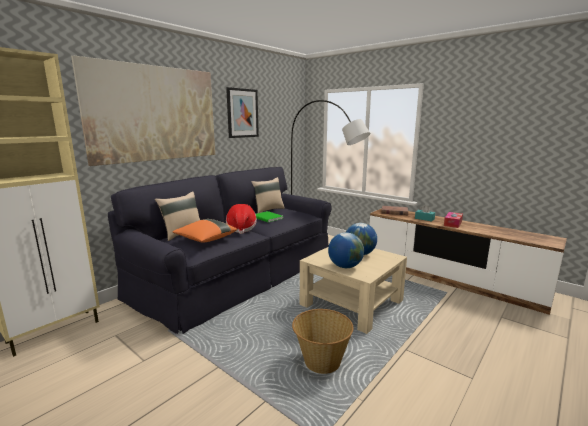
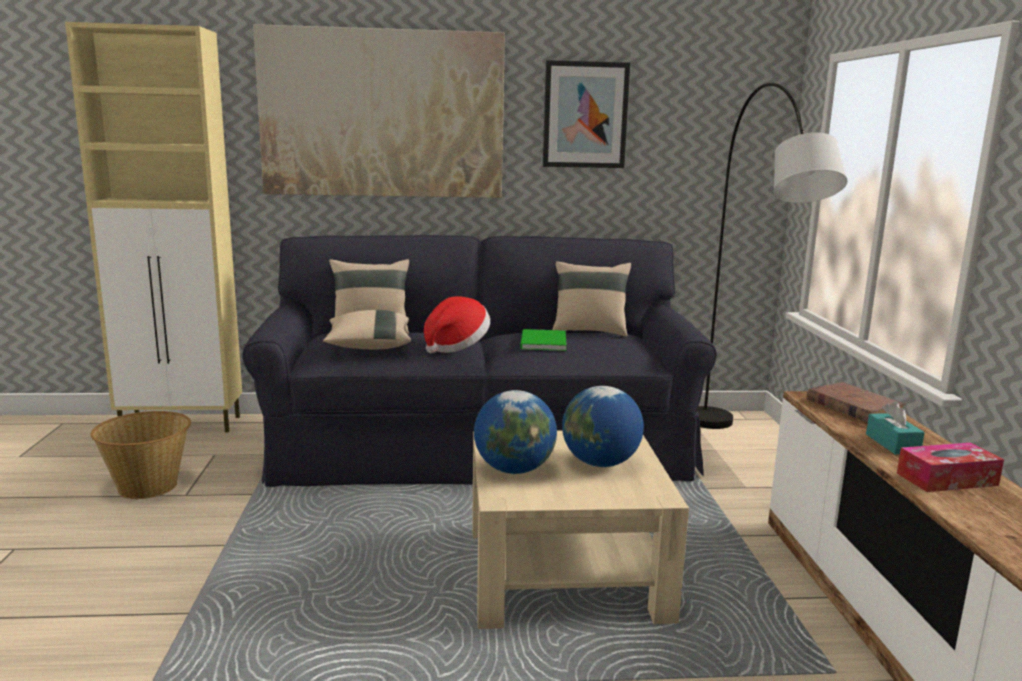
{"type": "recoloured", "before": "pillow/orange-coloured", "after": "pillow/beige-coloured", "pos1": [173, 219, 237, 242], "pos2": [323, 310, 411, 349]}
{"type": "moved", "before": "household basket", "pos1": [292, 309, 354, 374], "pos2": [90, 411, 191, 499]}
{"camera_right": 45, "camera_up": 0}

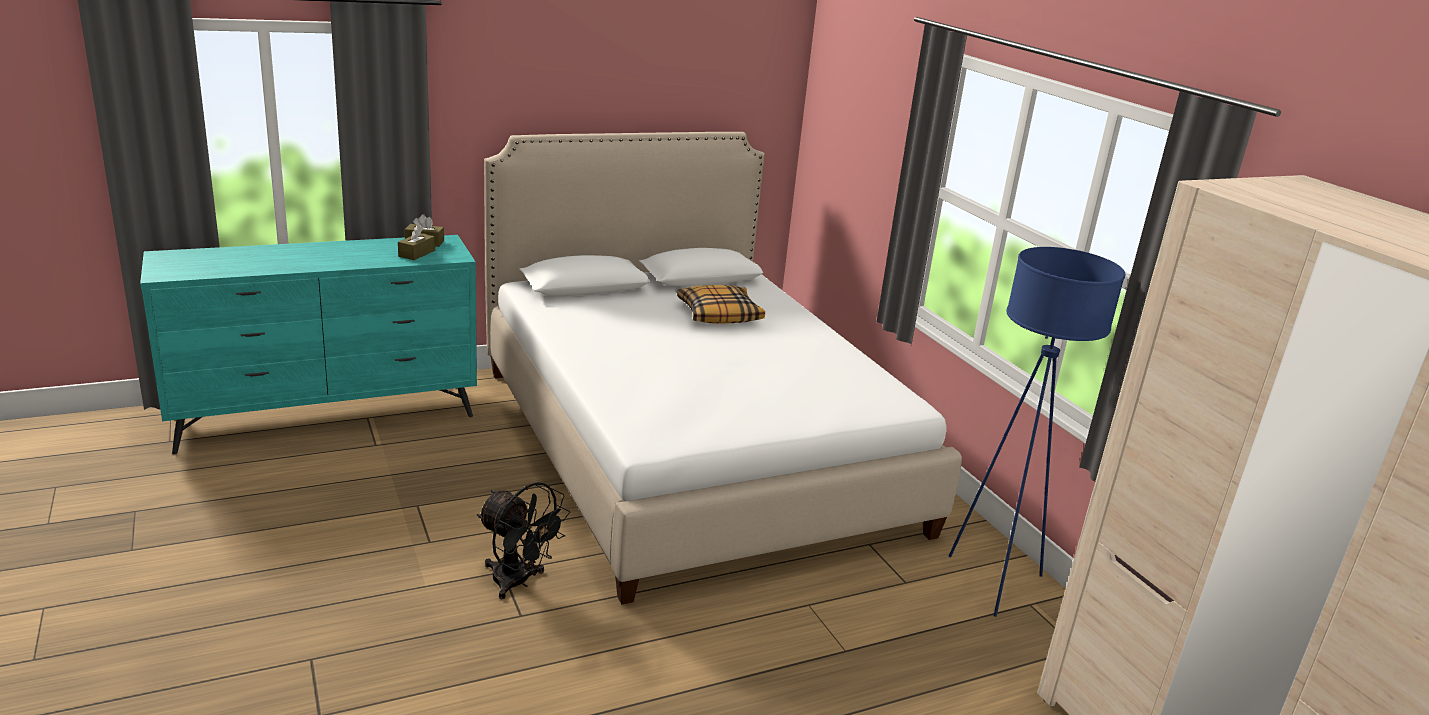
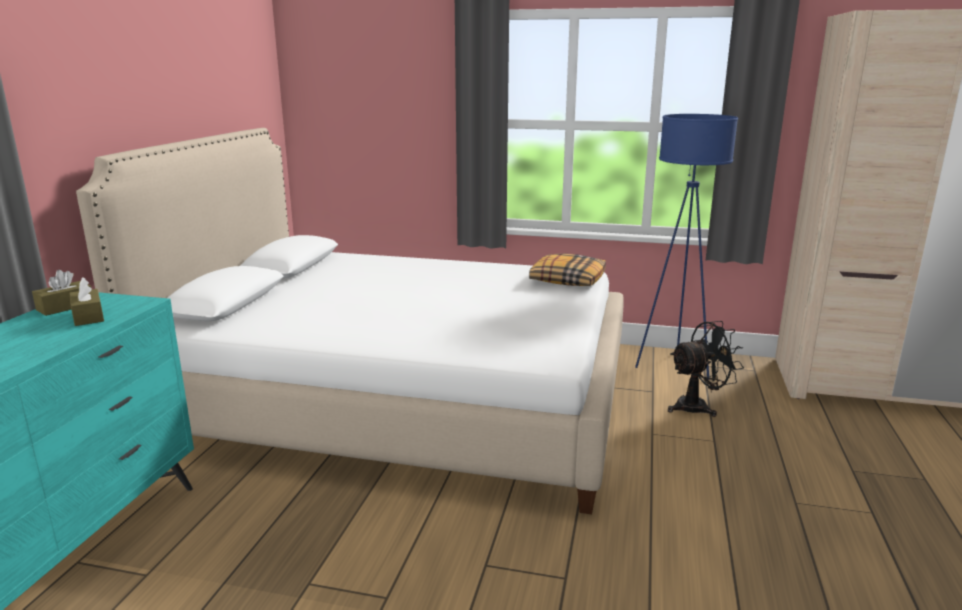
{"type": "moved", "before": "electric fan/blackish", "pos1": [477, 482, 570, 599], "pos2": [668, 321, 744, 417]}
{"type": "moved", "before": "pillow", "pos1": [677, 285, 765, 324], "pos2": [529, 253, 606, 286]}
{"camera_right": -50, "camera_up": -5}

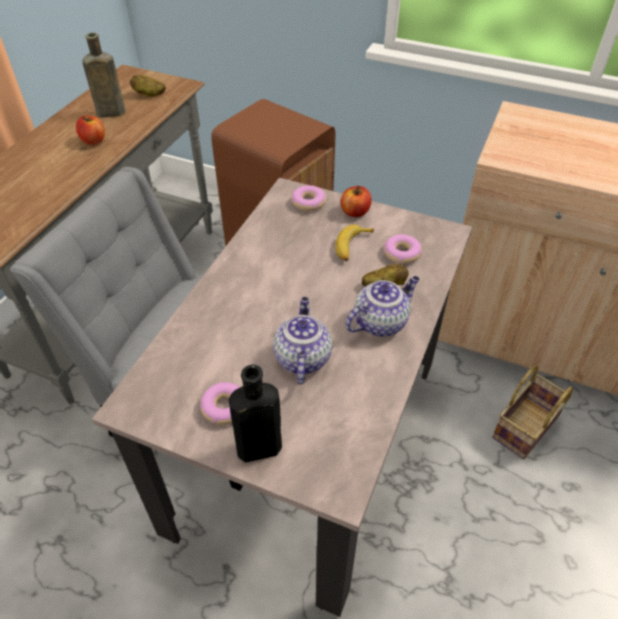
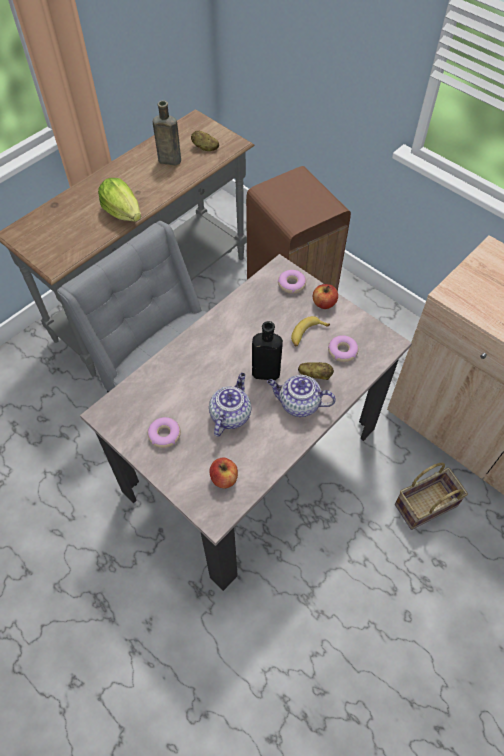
{"type": "moved", "before": "apple", "pos1": [76, 115, 105, 145], "pos2": [209, 458, 238, 489]}
{"type": "moved", "before": "beverage bottle/blackish", "pos1": [229, 365, 282, 463], "pos2": [252, 321, 283, 380]}
{"type": "turned", "before": "teapot", "pos1": [345, 276, 420, 337], "pos2": [267, 375, 336, 417], "turn": -150}
{"type": "added", "after": "head of lettuce", "pos2": [98, 178, 141, 221]}
{"camera_right": 20, "camera_up": 10}

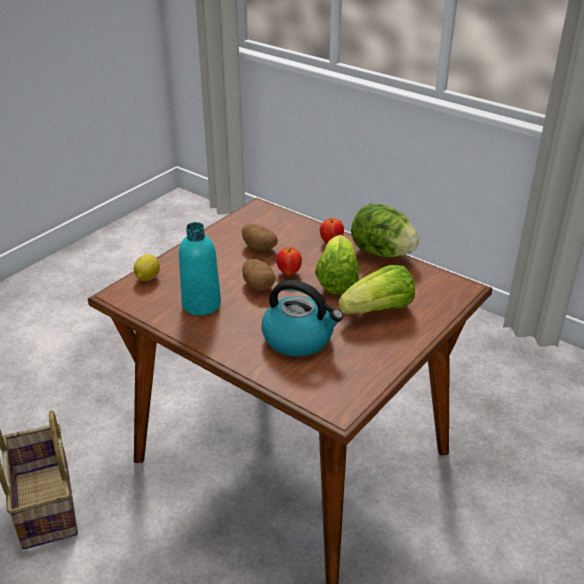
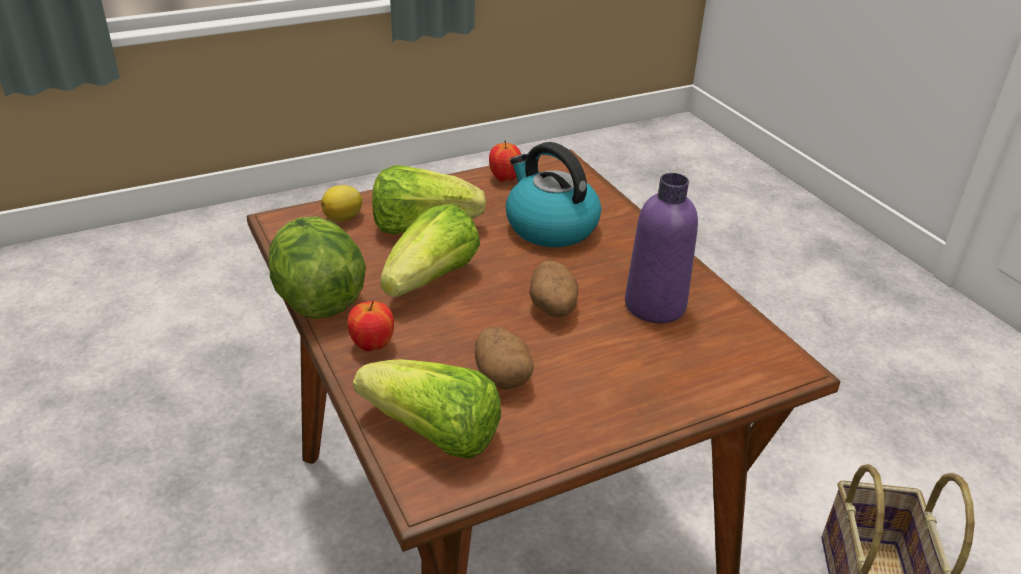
{"type": "moved", "before": "lemon", "pos1": [134, 254, 160, 281], "pos2": [321, 185, 363, 222]}
{"type": "recoloured", "before": "beverage bottle/turquoise", "after": "beverage bottle/purplish", "pos1": [179, 222, 221, 315], "pos2": [625, 173, 698, 323]}
{"type": "moved", "before": "apple", "pos1": [276, 247, 302, 276], "pos2": [489, 141, 521, 182]}
{"type": "added", "after": "head of lettuce", "pos2": [353, 359, 501, 459]}
{"camera_right": -155, "camera_up": 0}

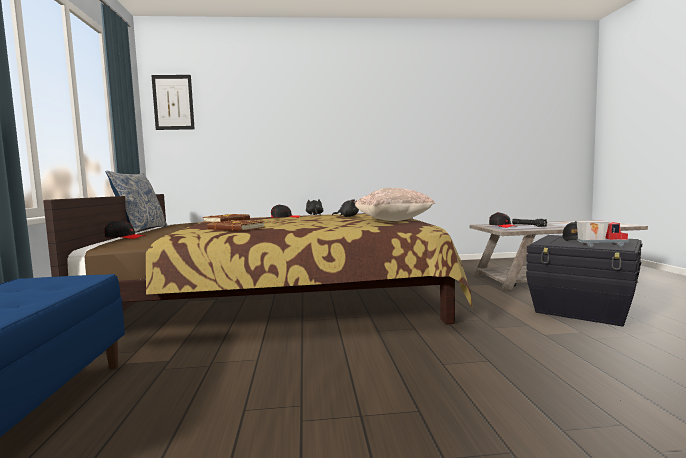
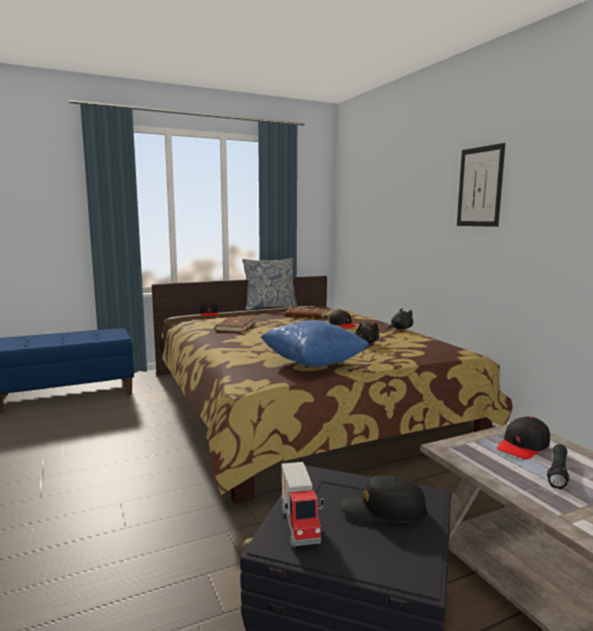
{"type": "moved", "before": "wall art", "pos1": [151, 75, 195, 130], "pos2": [457, 143, 505, 227]}
{"type": "recoloured", "before": "pillow/beige-coloured", "after": "pillow/bluish", "pos1": [355, 188, 435, 221], "pos2": [260, 320, 369, 367]}
{"camera_right": 70, "camera_up": 5}

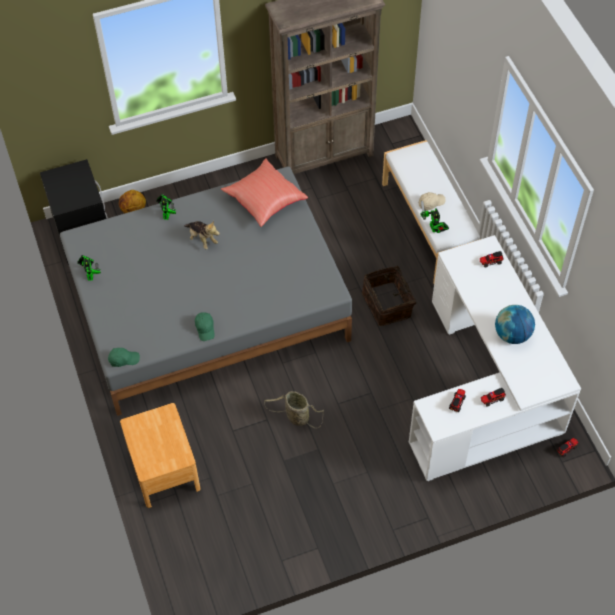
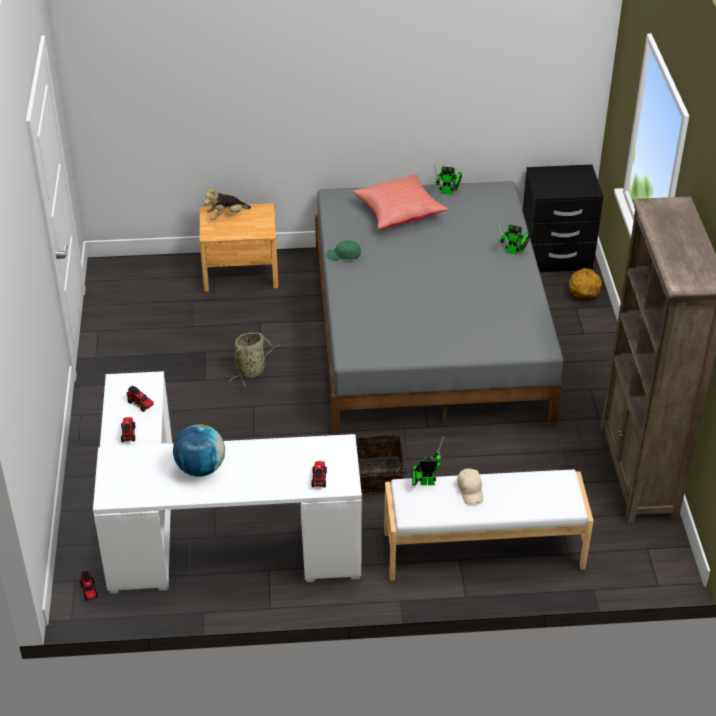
{"type": "removed", "before": "peaked cap/green", "pos1": [108, 348, 140, 367]}
{"type": "moved", "before": "soft toy", "pos1": [184, 221, 220, 249], "pos2": [203, 189, 251, 220]}
{"type": "moved", "before": "pillow/red-coloured", "pos1": [221, 158, 308, 227], "pos2": [352, 174, 448, 229]}
{"camera_right": 105, "camera_up": -15}

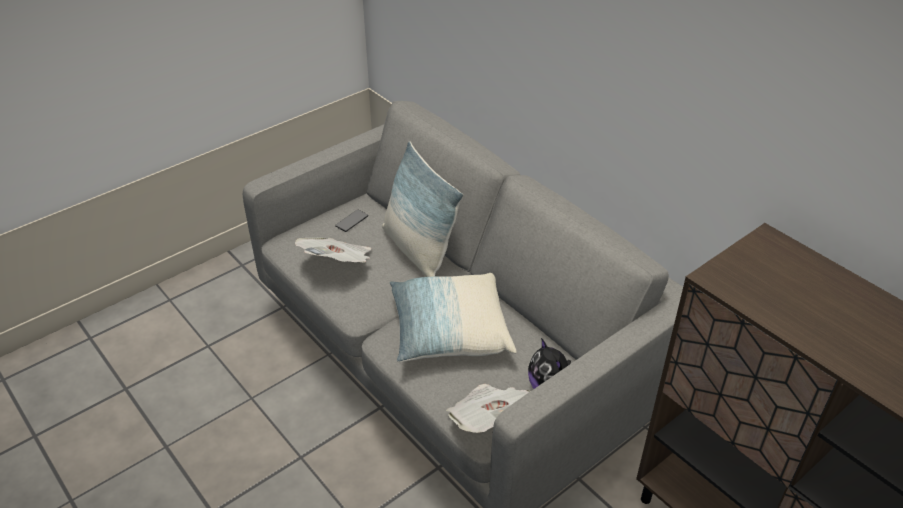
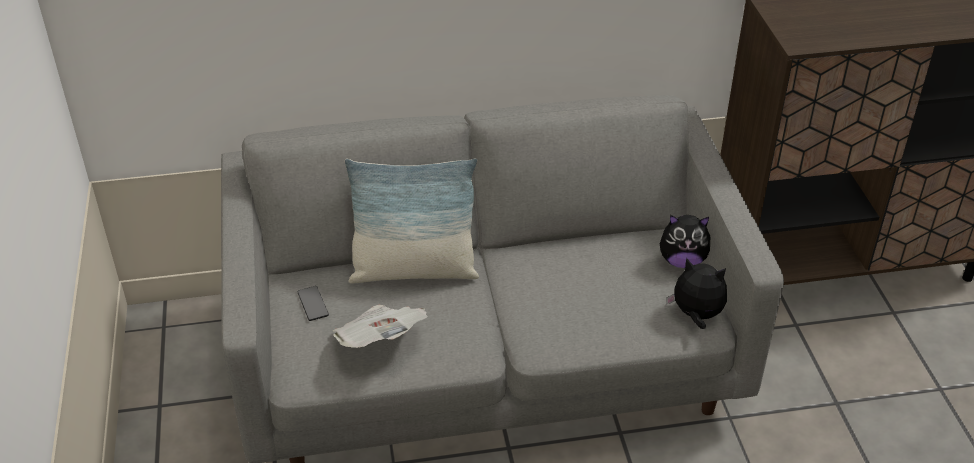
{"type": "removed", "before": "pillow", "pos1": [389, 273, 517, 362]}
{"type": "replaced", "before": "daily paper", "after": "soft toy", "pos1": [446, 384, 530, 433], "pos2": [666, 258, 727, 329]}
{"camera_right": -60, "camera_up": 0}

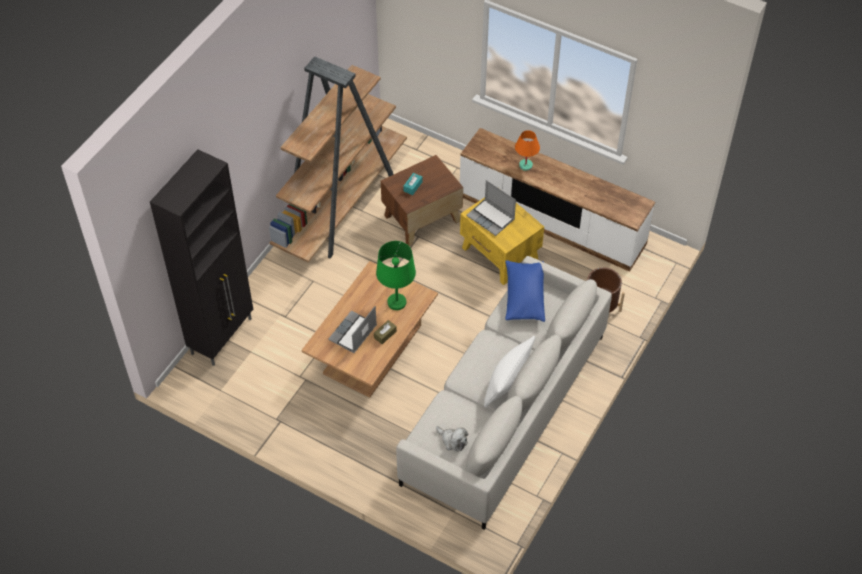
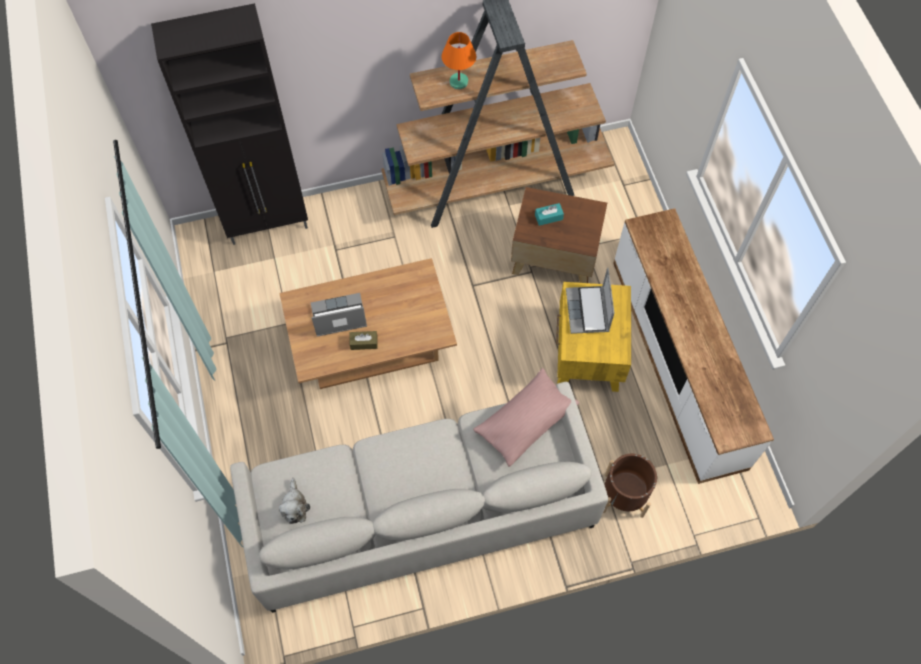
{"type": "removed", "before": "tabletop lamp/green", "pos1": [376, 241, 416, 310]}
{"type": "removed", "before": "pillow/whitish", "pos1": [484, 336, 535, 408]}
{"type": "recoloured", "before": "pillow/bluish", "after": "pillow/pinkish", "pos1": [505, 260, 545, 322], "pos2": [473, 368, 579, 467]}
{"type": "moved", "before": "tabletop lamp/orange-coloured", "pos1": [515, 130, 540, 171], "pos2": [441, 32, 476, 89]}
{"camera_right": 45, "camera_up": 10}

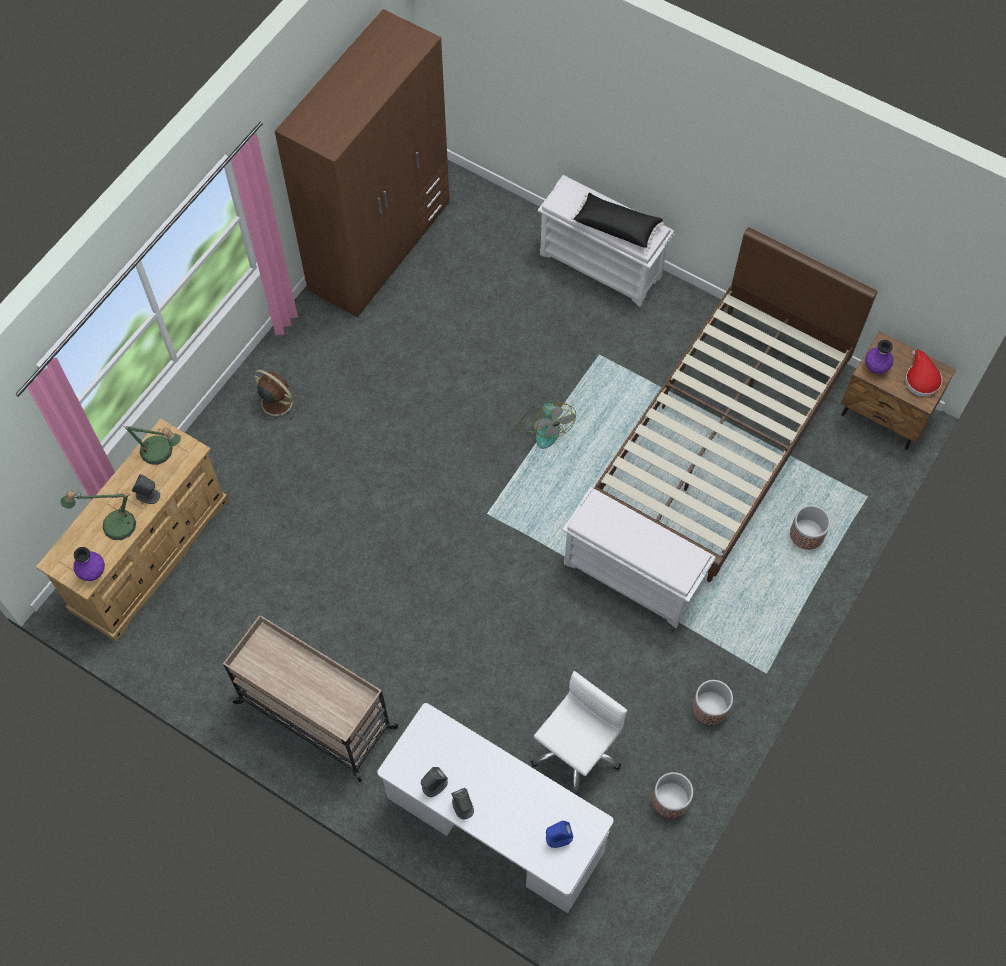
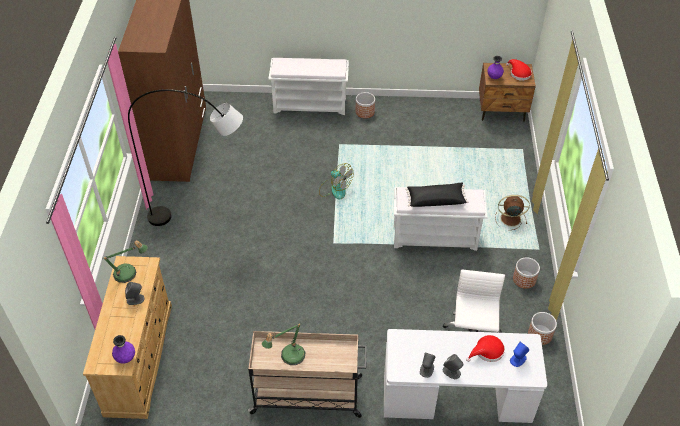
{"type": "moved", "before": "tabletop lamp", "pos1": [60, 490, 136, 540], "pos2": [262, 323, 305, 365]}
{"type": "moved", "before": "electric fan/brown", "pos1": [252, 370, 300, 420], "pos2": [495, 195, 530, 230]}
{"type": "moved", "before": "pillow/blackish", "pos1": [571, 193, 664, 249], "pos2": [405, 183, 468, 207]}
{"type": "removed", "before": "bedroom bed/brown", "pos1": [594, 227, 877, 582]}
{"type": "moved", "before": "plant pot", "pos1": [790, 505, 830, 550], "pos2": [356, 92, 375, 118]}
{"type": "added", "after": "floor lamp/grey", "pos2": [128, 89, 243, 226]}
{"type": "added", "after": "hat/red-coloured", "pos2": [466, 335, 505, 362]}
{"camera_right": -30, "camera_up": -15}

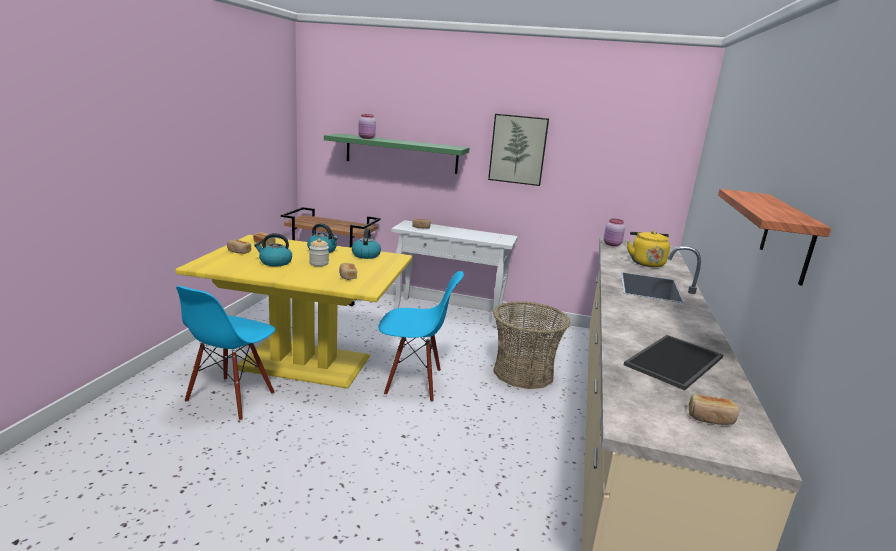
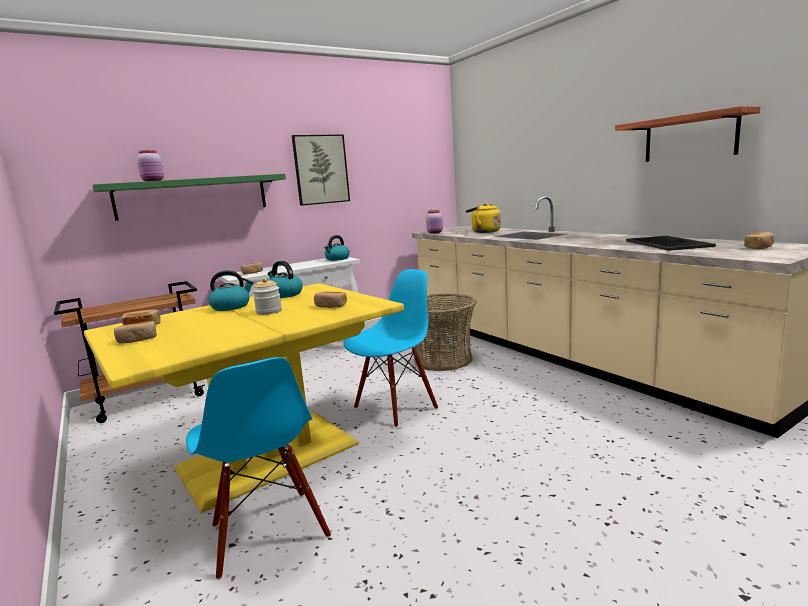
{"type": "moved", "before": "tea kettle", "pos1": [254, 233, 292, 266], "pos2": [324, 235, 350, 261]}
{"camera_right": -45, "camera_up": -5}

